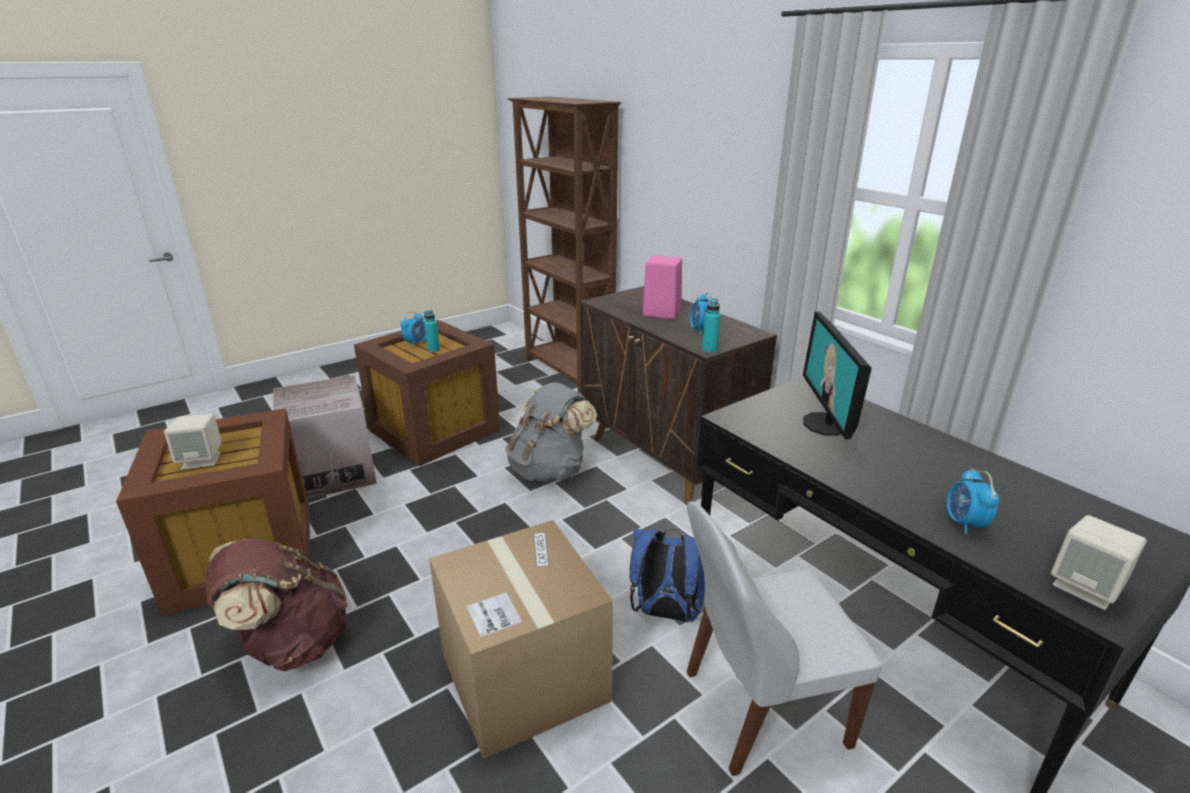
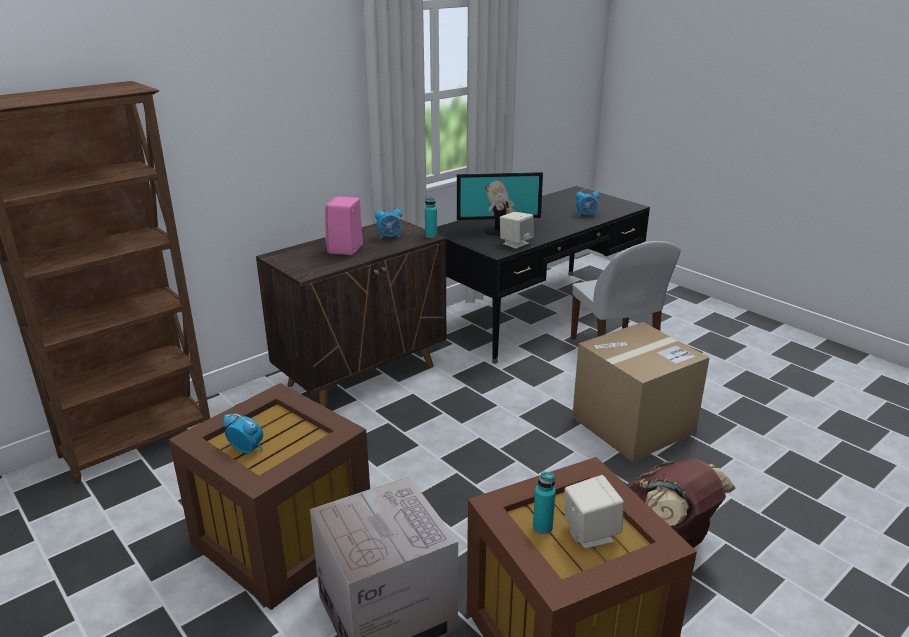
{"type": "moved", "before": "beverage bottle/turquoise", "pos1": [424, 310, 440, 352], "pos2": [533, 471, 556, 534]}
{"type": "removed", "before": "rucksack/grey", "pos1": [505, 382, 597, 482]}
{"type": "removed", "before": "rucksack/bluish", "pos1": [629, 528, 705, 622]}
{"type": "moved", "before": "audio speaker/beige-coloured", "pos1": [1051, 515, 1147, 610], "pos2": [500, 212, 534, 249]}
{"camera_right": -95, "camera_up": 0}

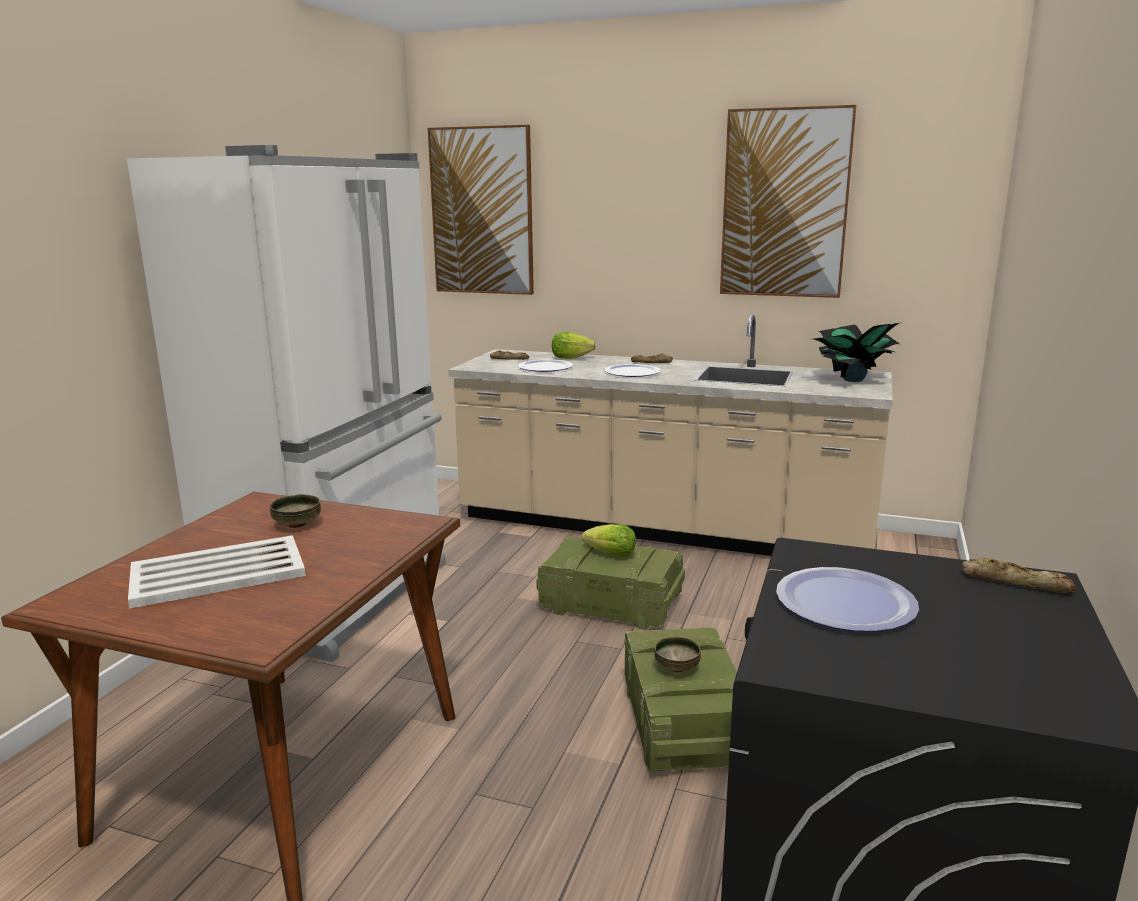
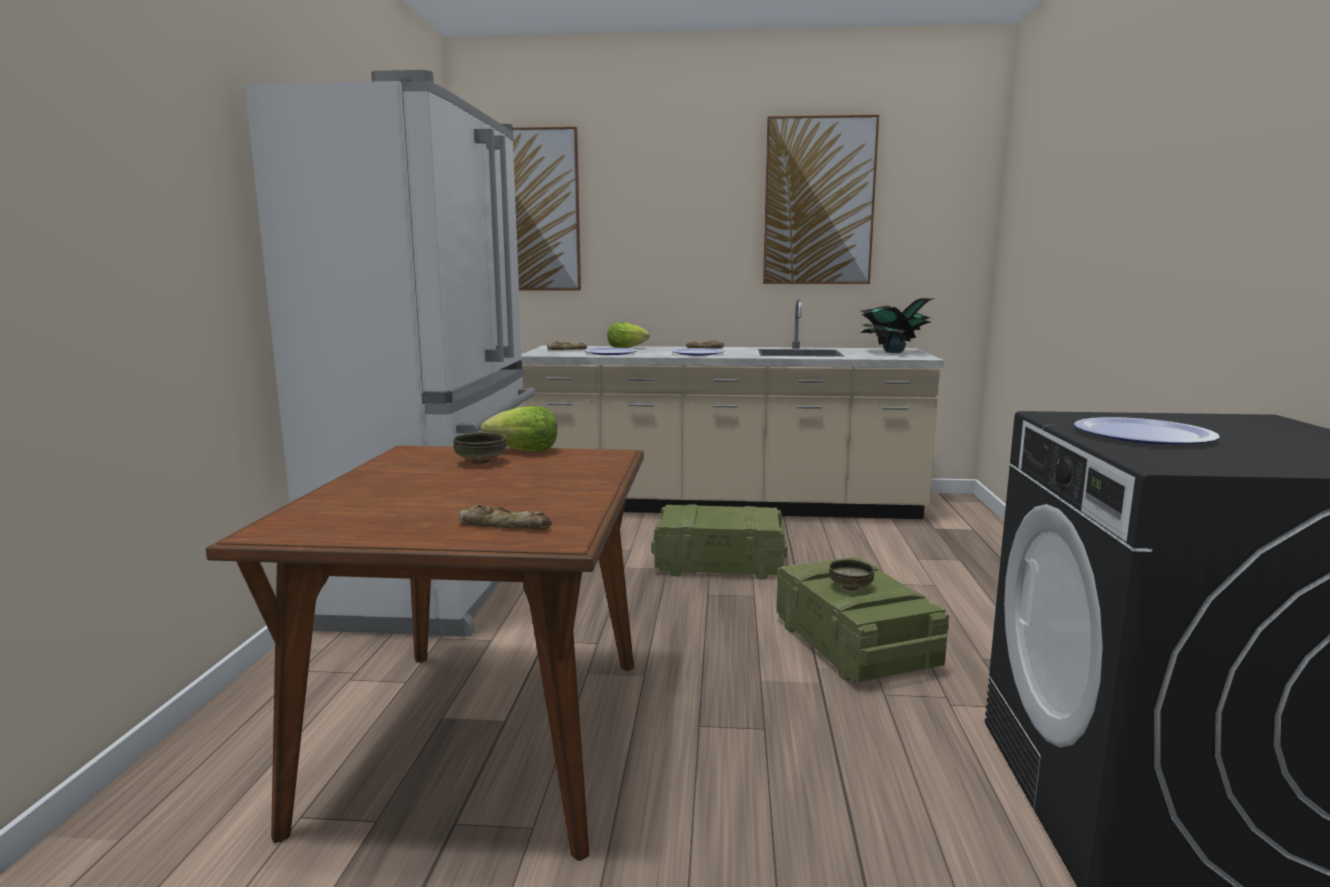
{"type": "removed", "before": "carrying tray/whitish", "pos1": [128, 535, 306, 609]}
{"type": "moved", "before": "head of lettuce", "pos1": [582, 524, 636, 557], "pos2": [481, 406, 557, 452]}
{"type": "moved", "before": "baked bread", "pos1": [962, 558, 1076, 593], "pos2": [458, 504, 552, 530]}
{"camera_right": -15, "camera_up": -5}

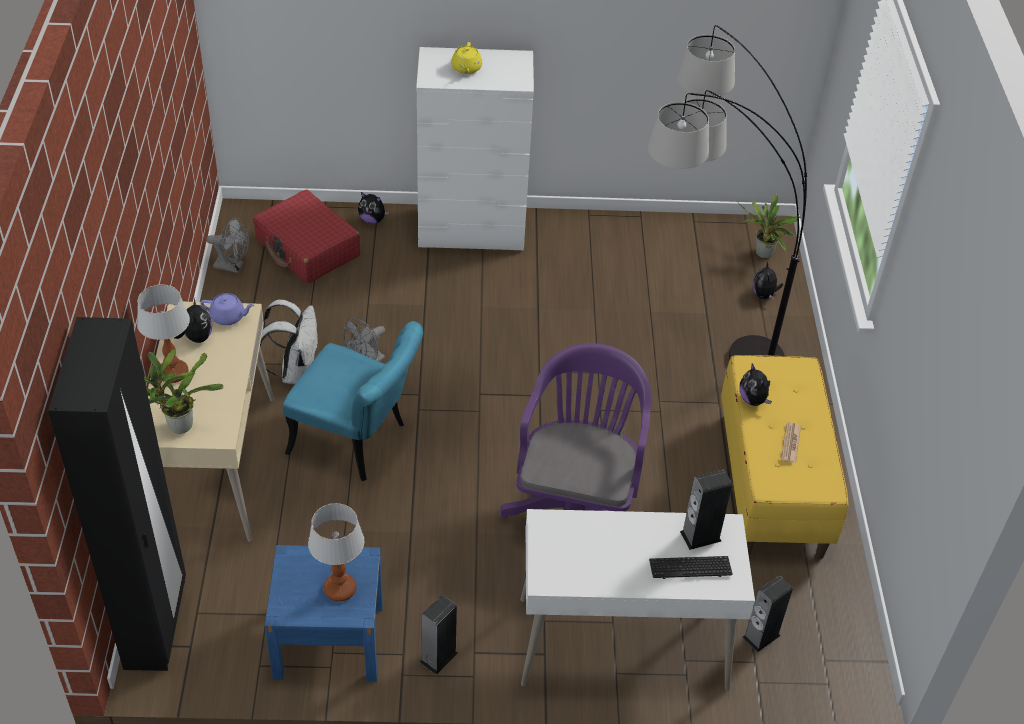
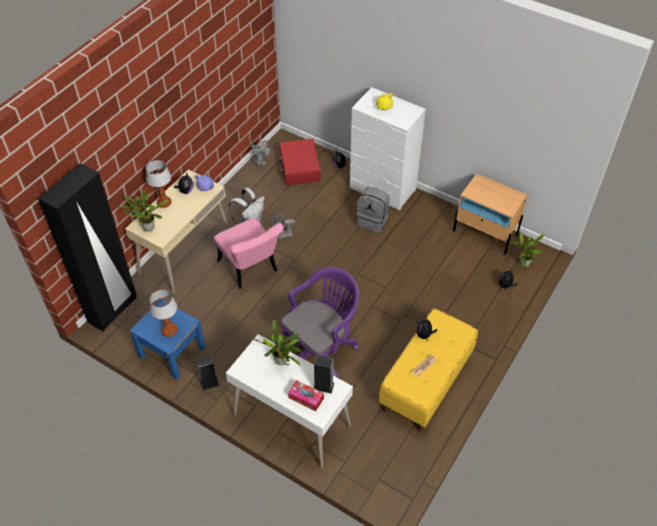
{"type": "recoloured", "before": "chair/turquoise", "after": "chair/pinkish", "pos1": [283, 321, 423, 481], "pos2": [213, 218, 284, 289]}
{"type": "removed", "before": "floor lamp", "pos1": [647, 25, 807, 360]}
{"type": "replaced", "before": "computer keyboard", "after": "tissue box", "pos1": [649, 556, 733, 579], "pos2": [288, 380, 324, 411]}
{"type": "removed", "before": "audio speaker", "pos1": [742, 576, 793, 652]}
{"type": "added", "after": "houseplant", "pos2": [251, 320, 301, 365]}
{"type": "added", "after": "rucksack/grey", "pos2": [356, 187, 389, 233]}
{"type": "added", "after": "night table/beige-coloured", "pos2": [453, 174, 527, 254]}
{"camera_right": 35, "camera_up": 5}

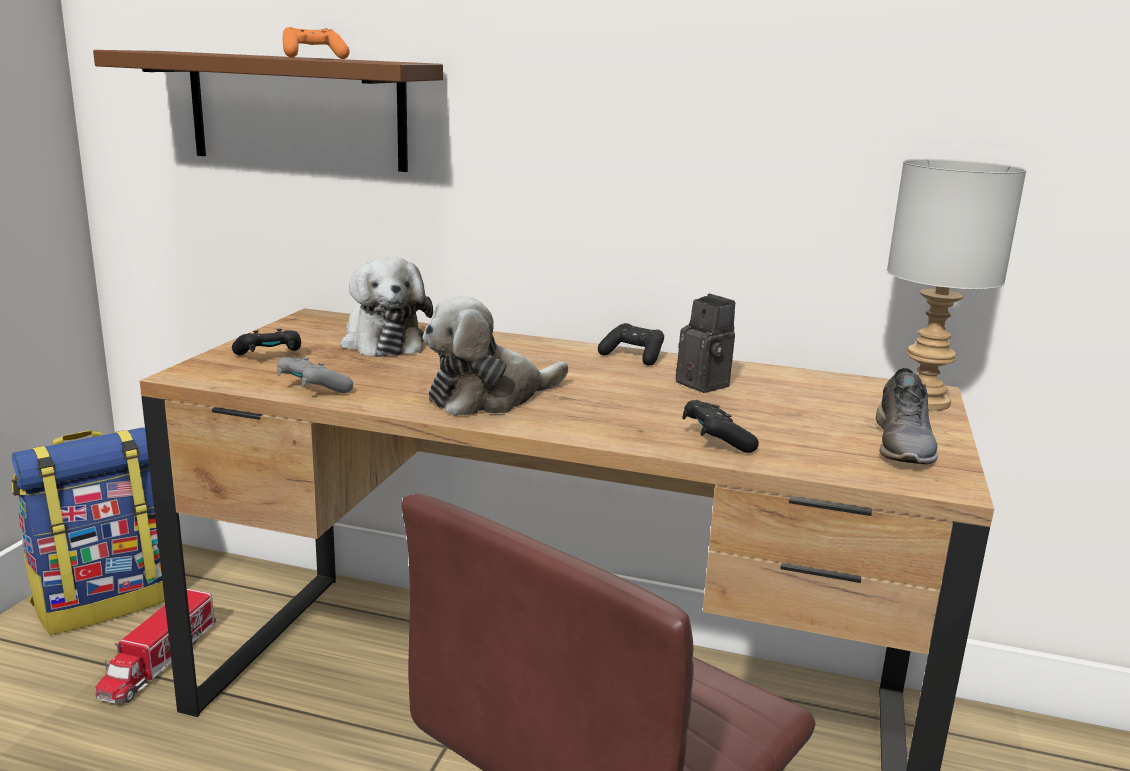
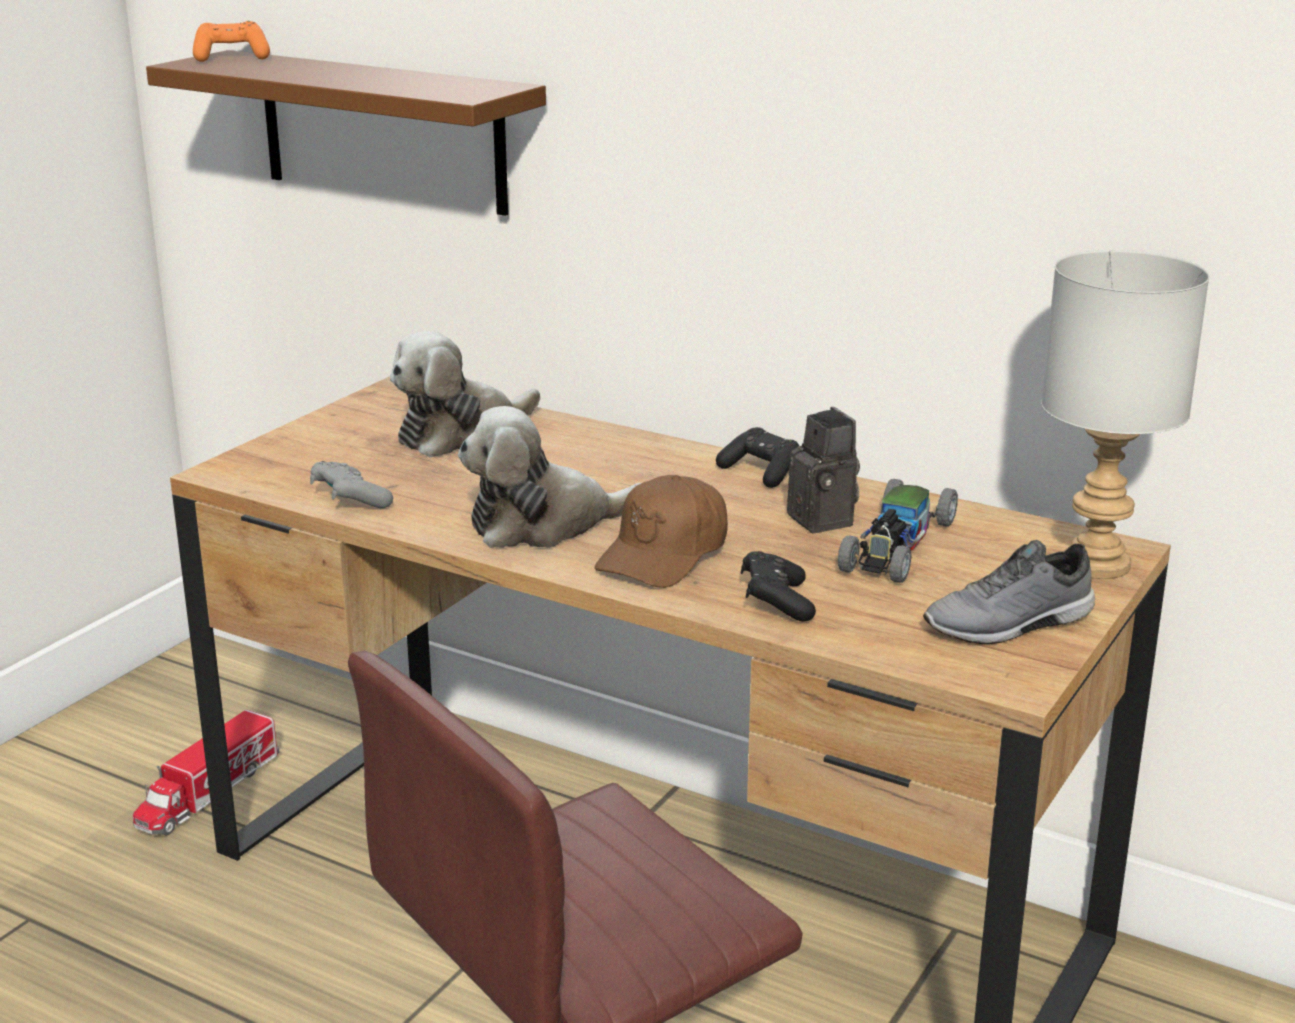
{"type": "removed", "before": "rucksack", "pos1": [12, 428, 165, 635]}
{"type": "removed", "before": "gamepad/blackish", "pos1": [232, 329, 301, 356]}
{"type": "moved", "before": "gamepad/orange-coloured", "pos1": [283, 27, 350, 59], "pos2": [193, 21, 270, 62]}
{"type": "turned", "before": "soft toy", "pos1": [341, 257, 433, 357], "pos2": [390, 331, 540, 457], "turn": 60}
{"type": "turned", "before": "shoe/grey", "pos1": [876, 368, 938, 464], "pos2": [923, 540, 1095, 644], "turn": 45}
{"type": "added", "after": "peaked cap/brown", "pos2": [595, 475, 728, 588]}
{"type": "added", "after": "model car", "pos2": [838, 479, 958, 583]}
{"camera_right": 15, "camera_up": 5}

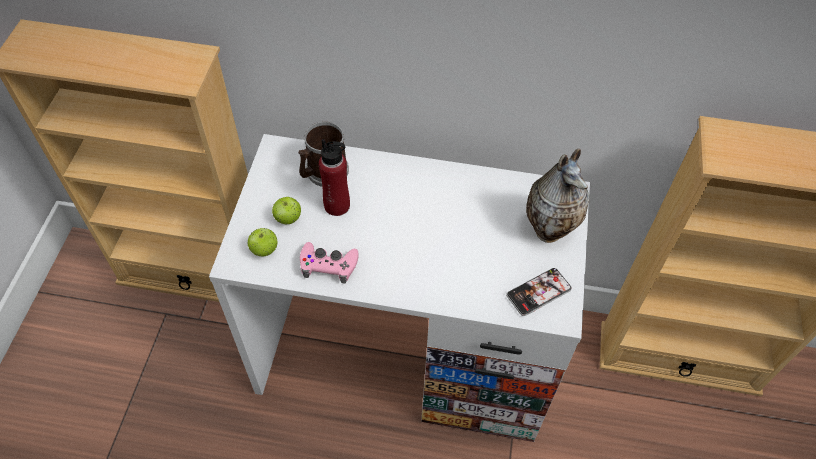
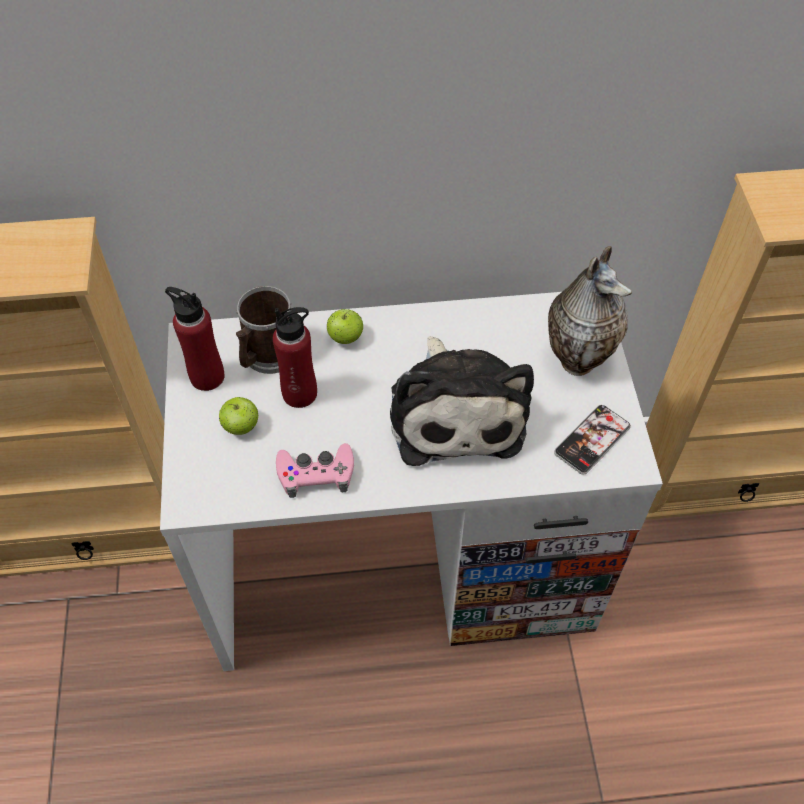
{"type": "moved", "before": "apple", "pos1": [248, 228, 278, 256], "pos2": [327, 309, 363, 344]}
{"type": "added", "after": "beverage bottle/red-coloured", "pos2": [165, 287, 225, 391]}
{"type": "added", "after": "soft toy", "pos2": [390, 336, 534, 466]}
{"camera_right": -15, "camera_up": 0}

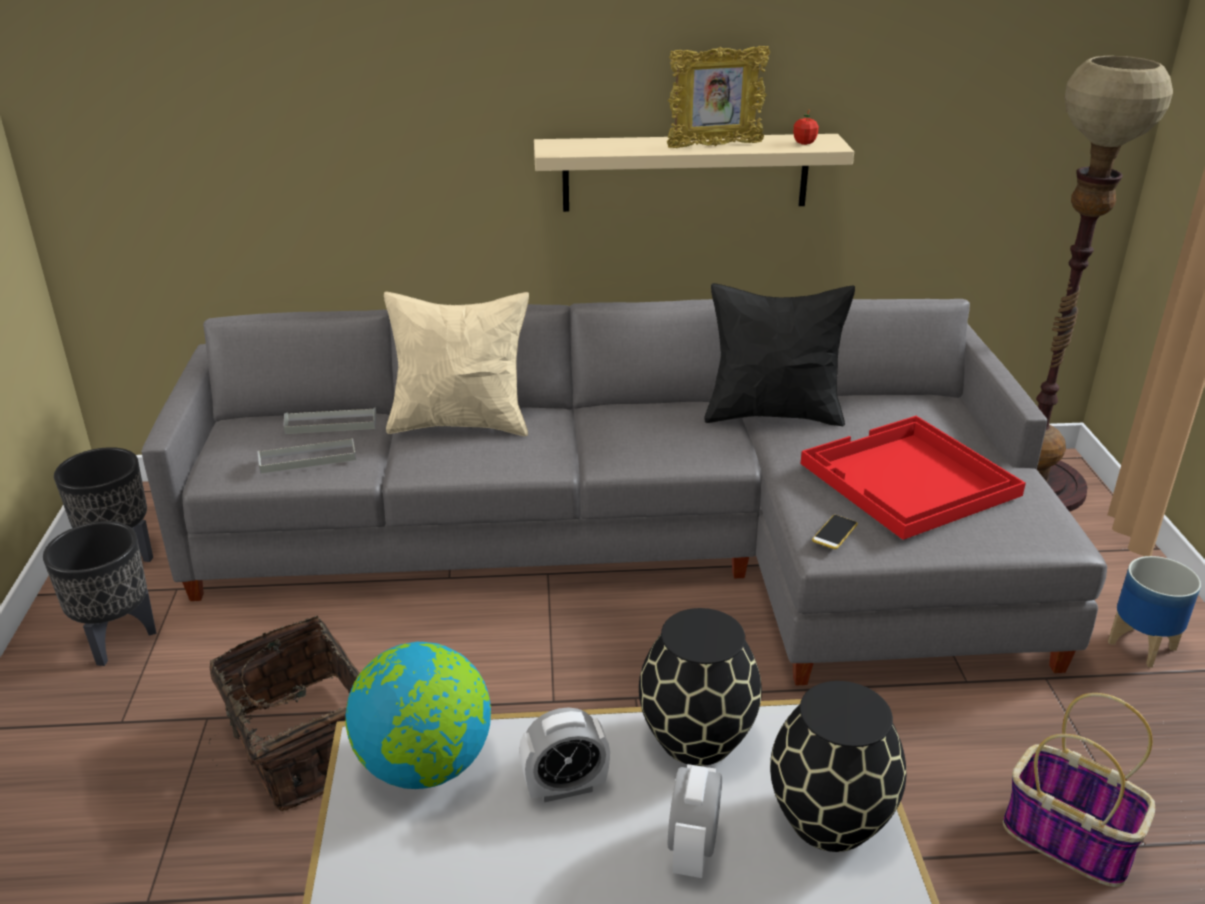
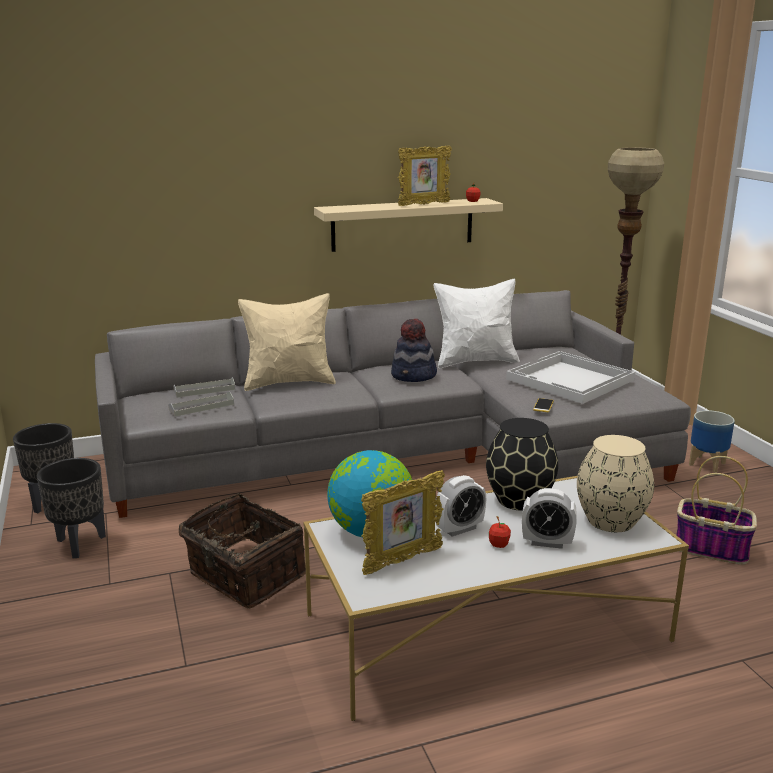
{"type": "turned", "before": "table clock", "pos1": [668, 764, 722, 878], "pos2": [522, 488, 577, 549], "turn": -75}
{"type": "recoloured", "before": "pillow/blackish", "after": "pillow/whitish", "pos1": [704, 283, 855, 426], "pos2": [434, 279, 520, 368]}
{"type": "recoloured", "before": "flower vase/blackish", "after": "flower vase/beige-coloured", "pos1": [770, 681, 907, 852], "pos2": [577, 435, 654, 532]}
{"type": "recoloured", "before": "carrying tray/red-coloured", "after": "carrying tray/whitish", "pos1": [800, 416, 1026, 540], "pos2": [506, 351, 635, 404]}
{"type": "added", "after": "photo frame", "pos2": [361, 470, 445, 575]}
{"type": "added", "after": "hat", "pos2": [391, 319, 437, 382]}
{"type": "added", "after": "apple", "pos2": [489, 516, 511, 548]}
{"camera_right": -15, "camera_up": -10}

